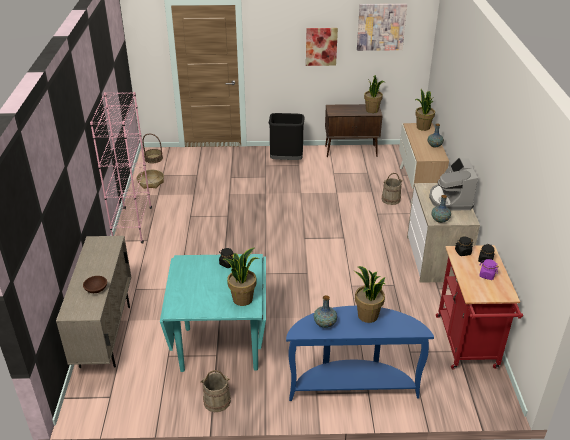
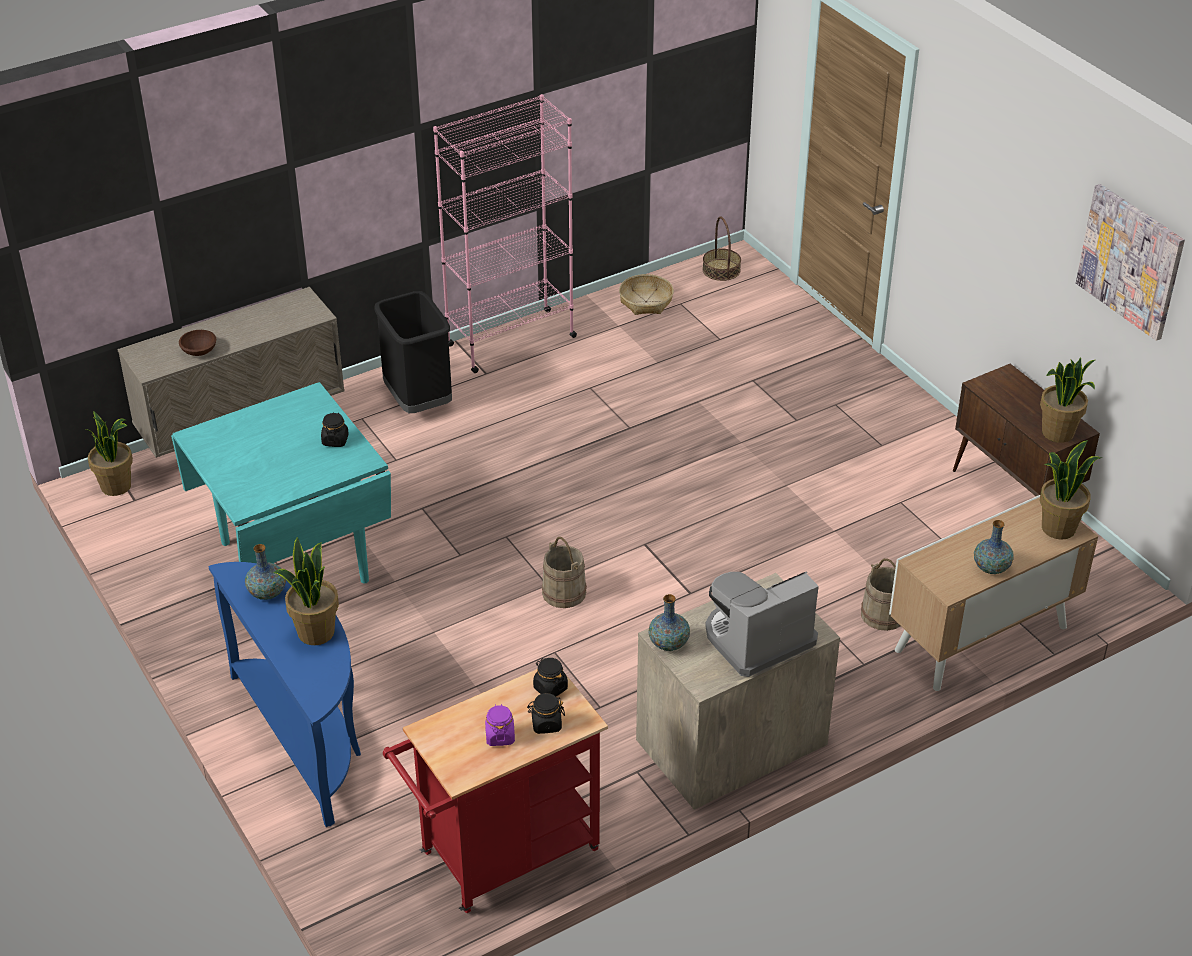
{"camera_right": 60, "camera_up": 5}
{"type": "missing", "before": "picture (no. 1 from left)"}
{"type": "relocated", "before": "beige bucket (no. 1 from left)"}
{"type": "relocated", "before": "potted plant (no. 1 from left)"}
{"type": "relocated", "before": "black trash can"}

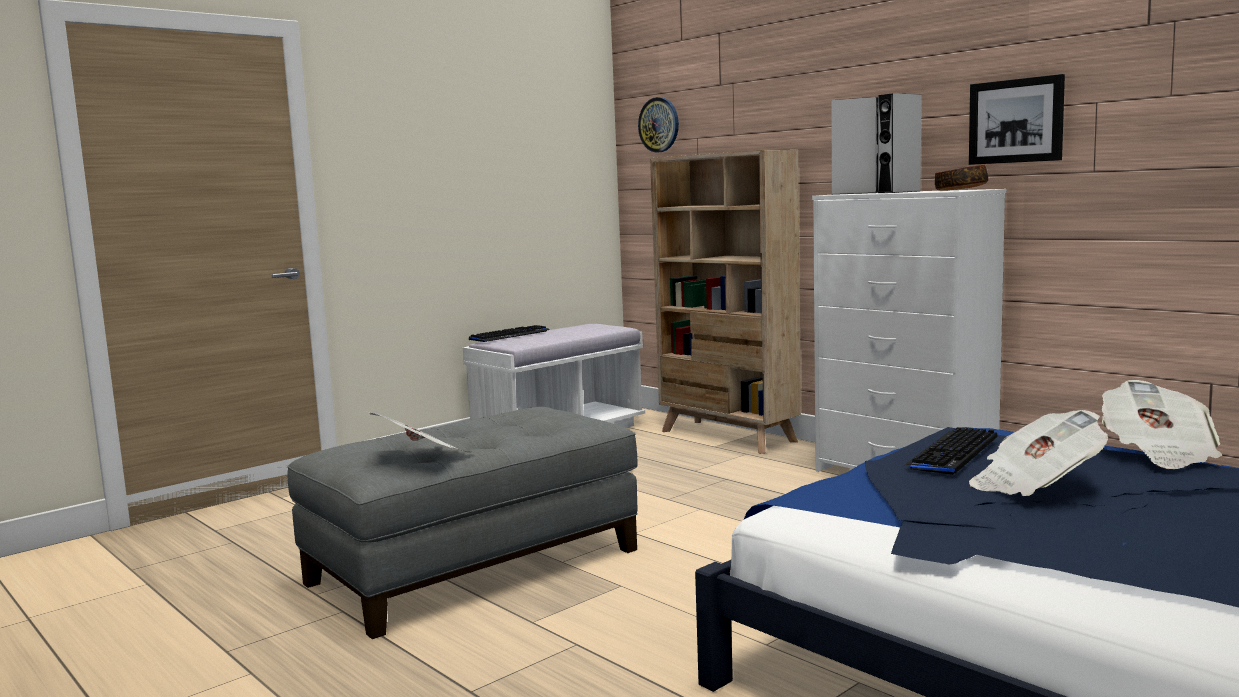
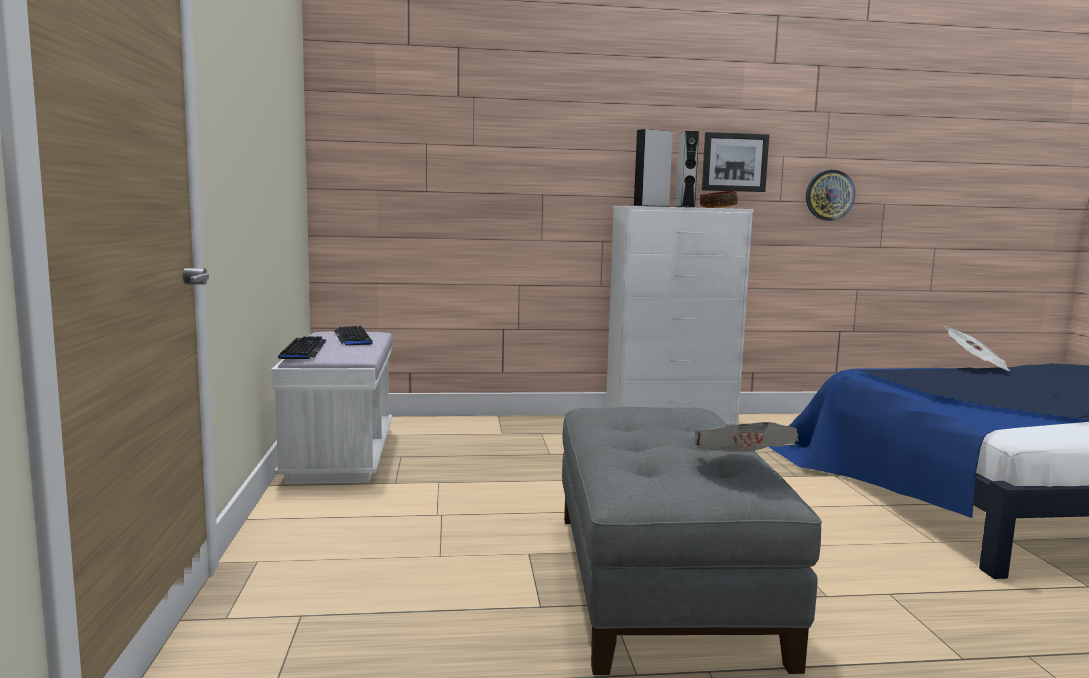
{"camera_right": -55, "camera_up": 0}
{"type": "missing", "before": "beige bookcase"}
{"type": "missing", "before": "newspaper (no. 2 from left)"}
{"type": "relocated", "before": "wall clock"}
{"type": "relocated", "before": "keyboard (no. 2 from left)"}

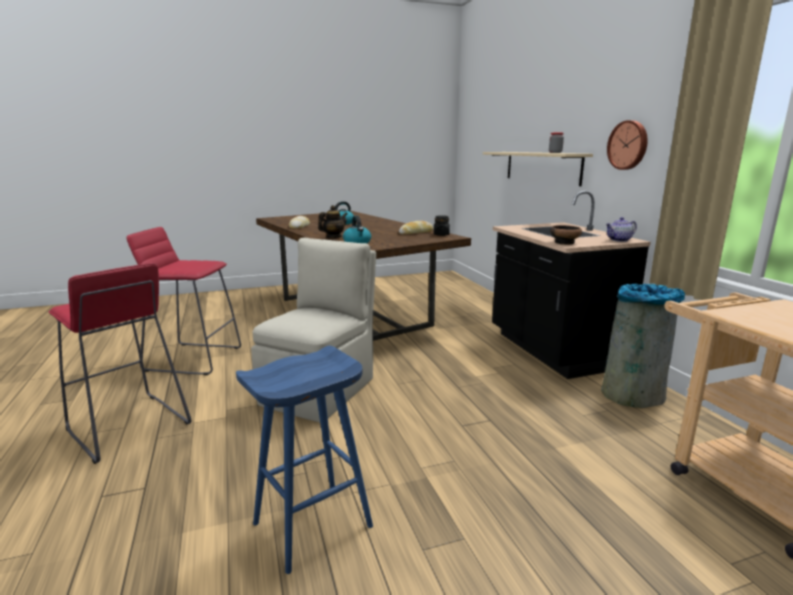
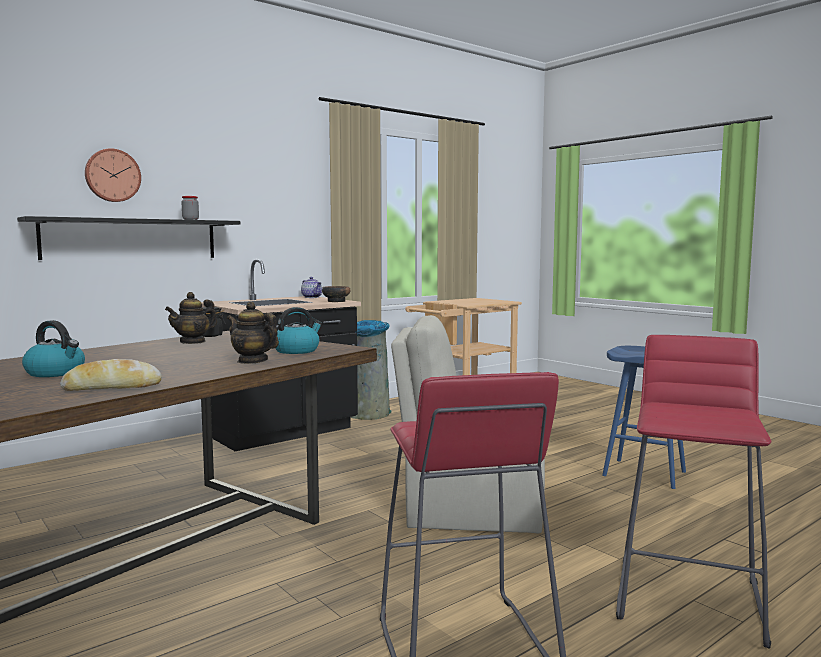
{"camera_right": -110, "camera_up": -10}
{"type": "relocated", "before": "wall clock"}
{"type": "exchanged", "before": "bread (no. 2 from left)", "after": "teapot (no. 1 from left)"}
{"type": "colour", "before": "beige shelf", "after": "black shelf"}

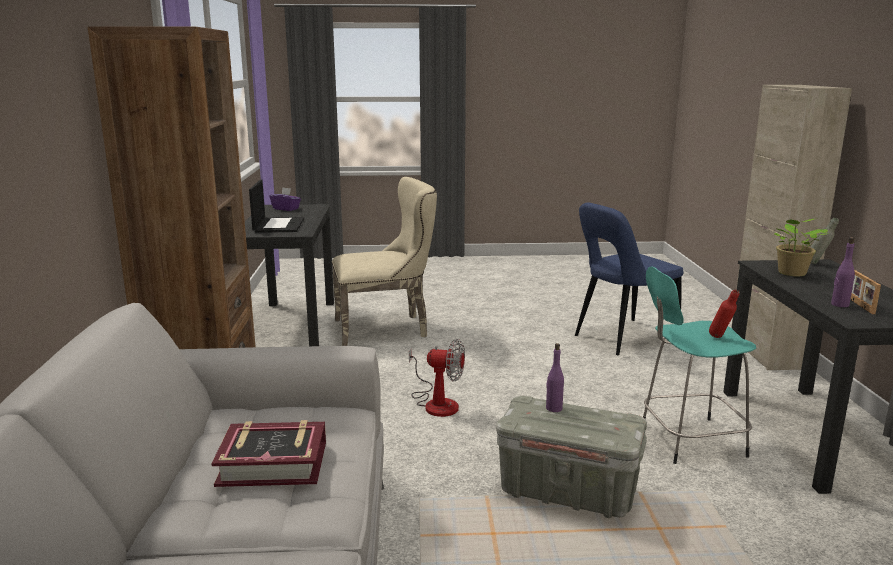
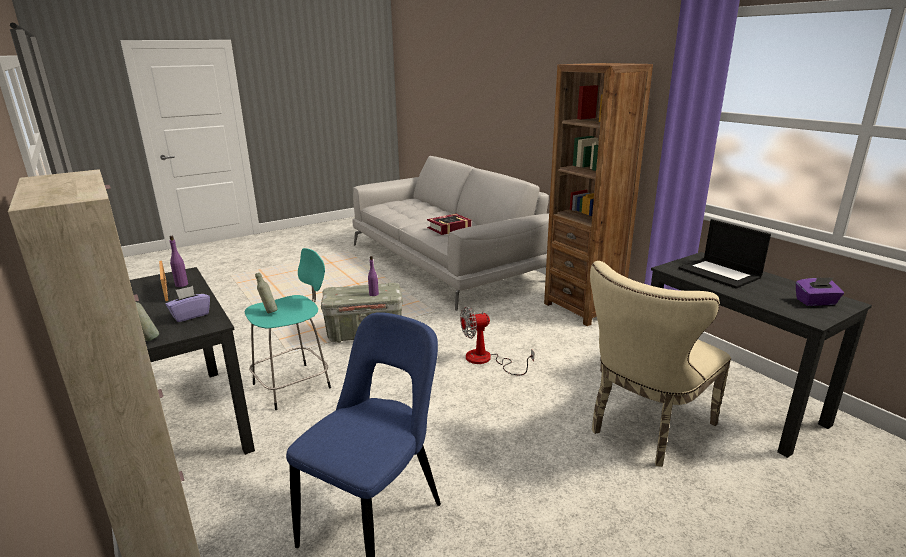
{"camera_right": 150, "camera_up": 5}
{"type": "exchanged", "before": "potted plant", "after": "purple tissue box (no. 1 from left)"}
{"type": "colour", "before": "red bottle", "after": "grey bottle (no. 2 from left)"}

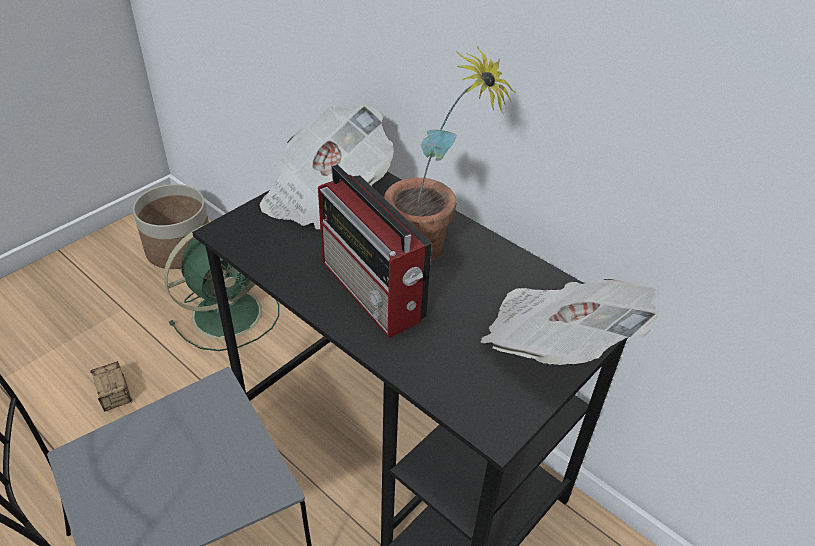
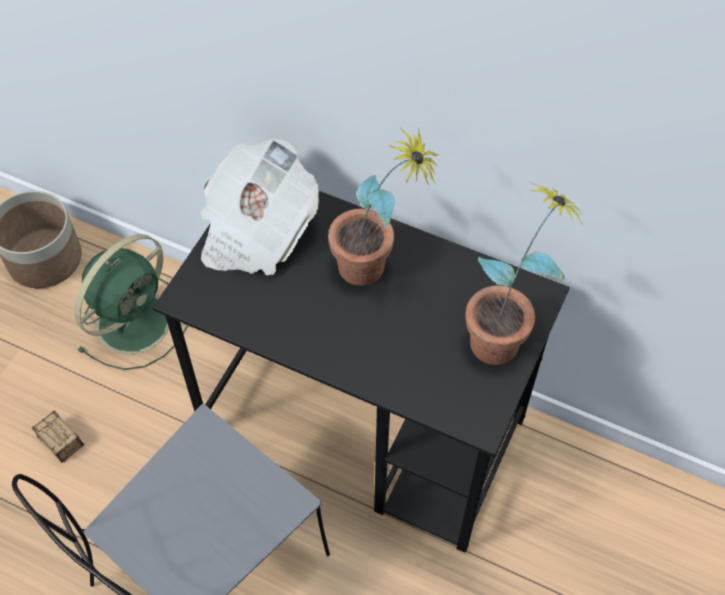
{"camera_right": -15, "camera_up": 15}
{"type": "missing", "before": "radio"}
{"type": "exchanged", "before": "newspaper (no. 2 from left)", "after": "potted plant (no. 2 from left)"}

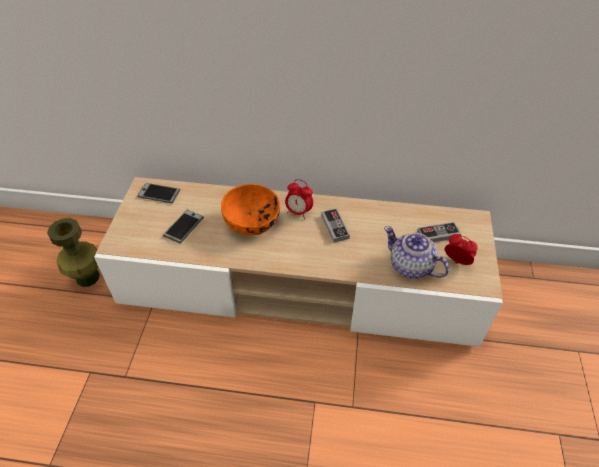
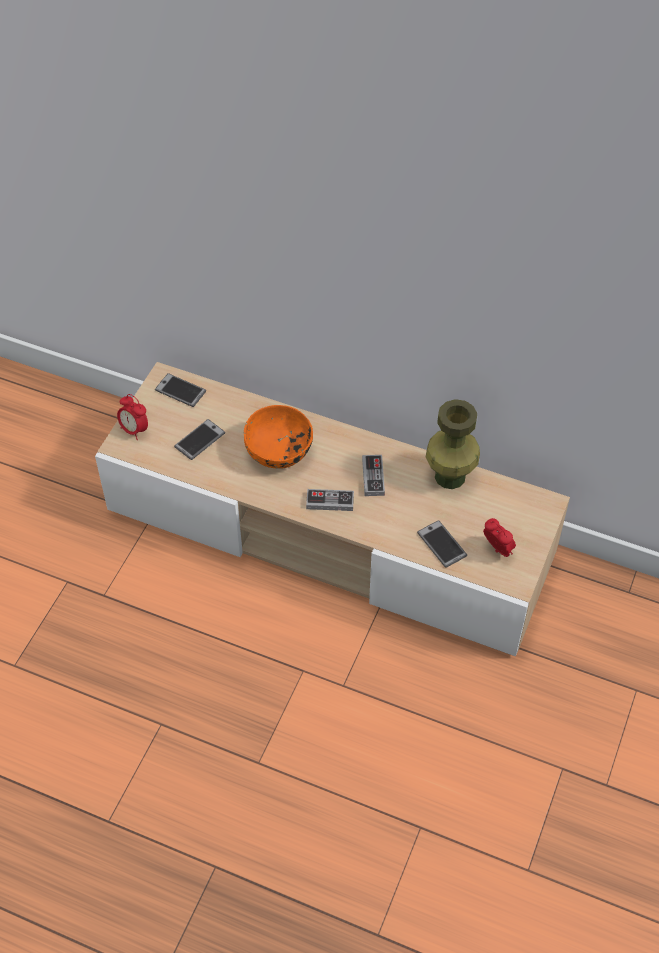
{"camera_right": 15, "camera_up": 5}
{"type": "relocated", "before": "green vase"}
{"type": "relocated", "before": "alarm clock (no. 1 from left)"}
{"type": "relocated", "before": "game controller (no. 2 from left in the first image)", "after": "game controller (no. 1 from left)"}
{"type": "exchanged", "before": "teapot", "after": "phone (no. 3 from left)"}

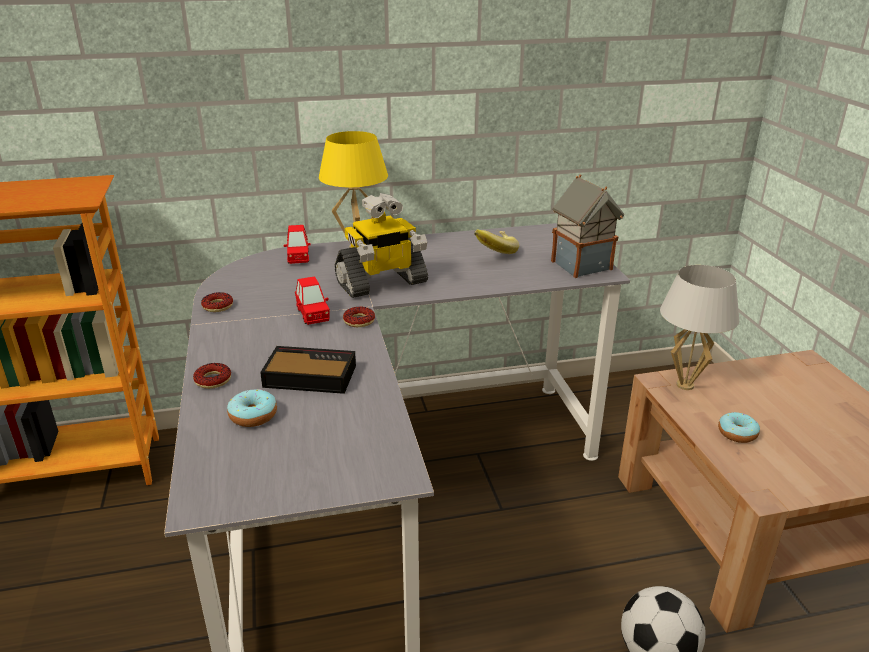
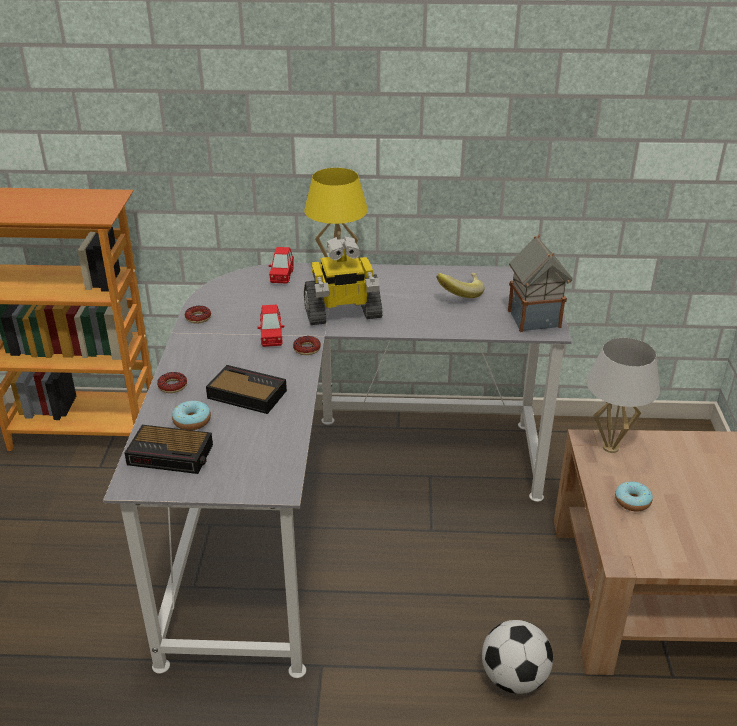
{"camera_right": 15, "camera_up": 5}
{"type": "appeared", "after": "alarm clock (no. 1 from left)"}

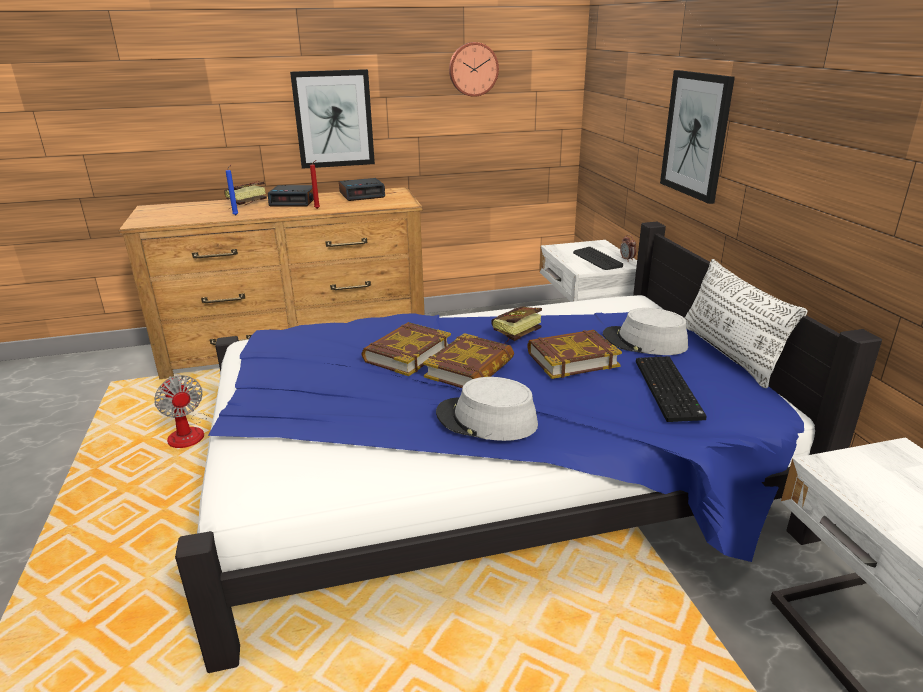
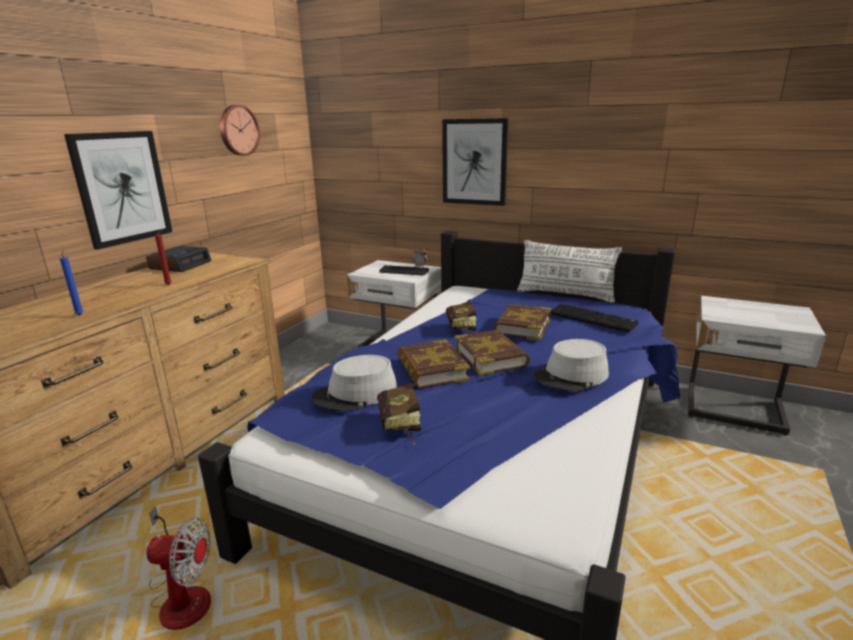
{"camera_right": -50, "camera_up": -5}
{"type": "missing", "before": "alarm clock (no. 1 from left)"}
{"type": "relocated", "before": "book (no. 1 from left)"}
{"type": "relocated", "before": "grey hat (no. 2 from left in the first image)", "after": "grey hat (no. 1 from left)"}

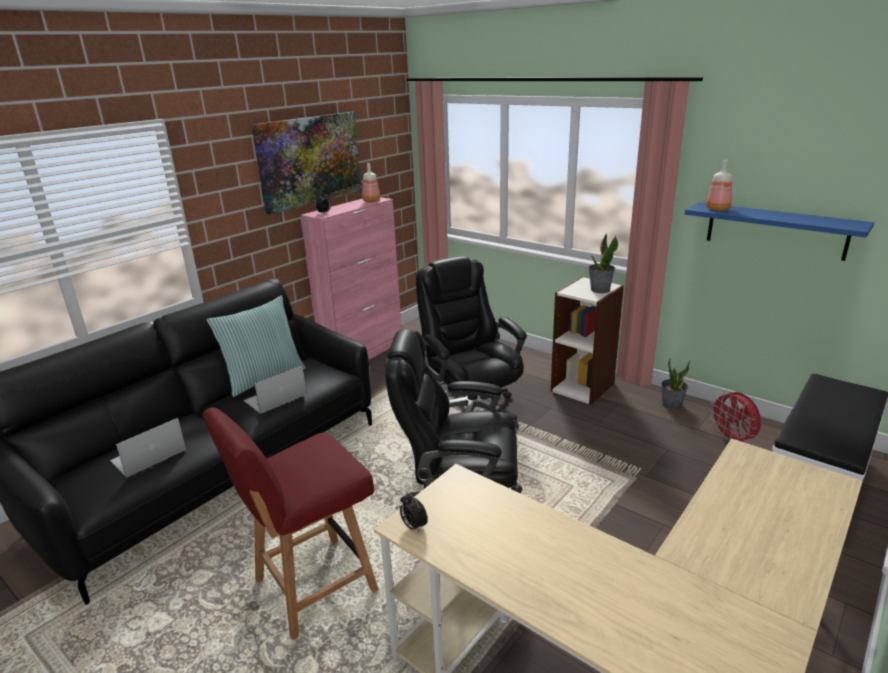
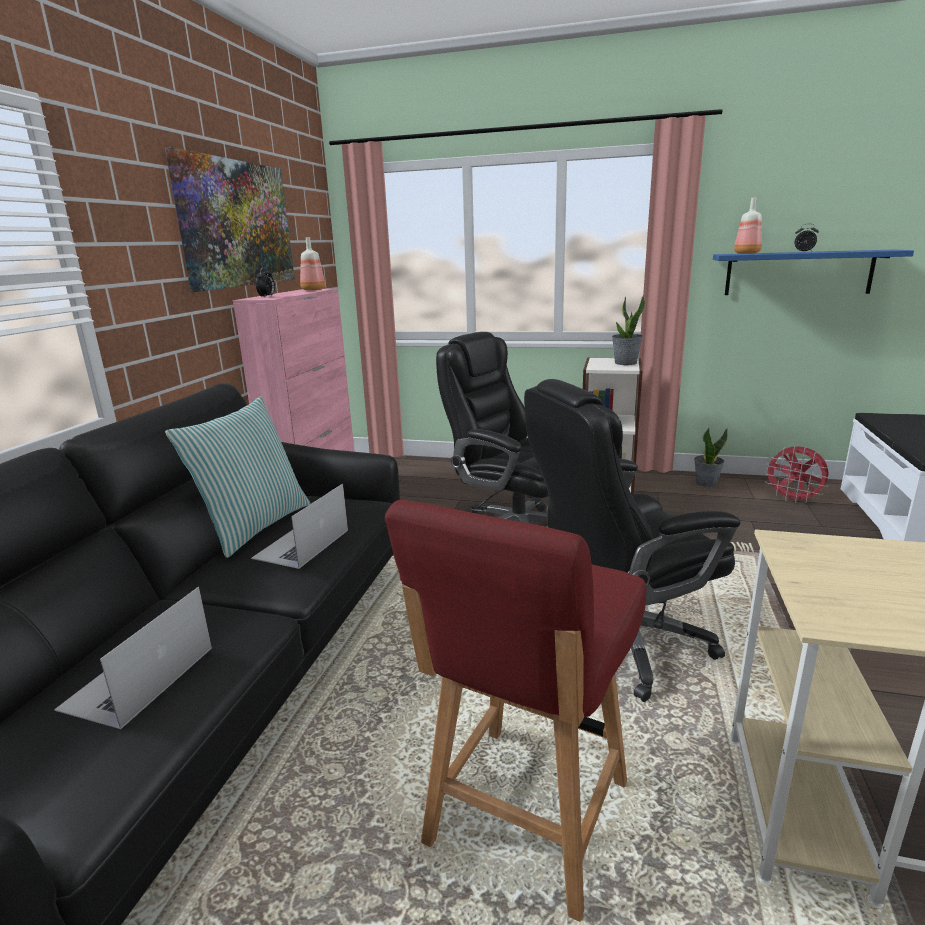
{"camera_right": -25, "camera_up": -5}
{"type": "relocated", "before": "alarm clock (no. 2 from left)"}

